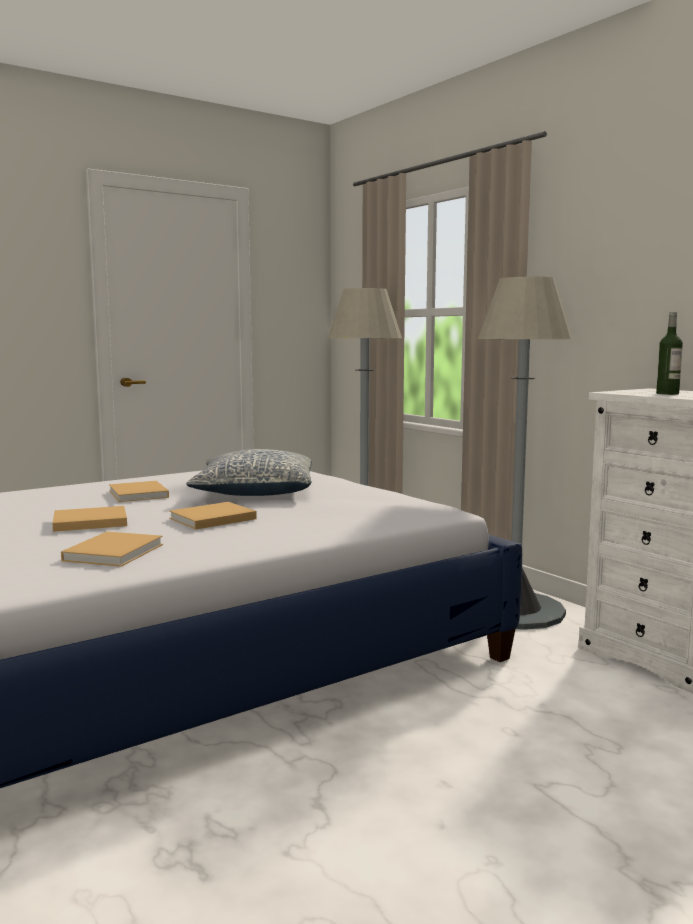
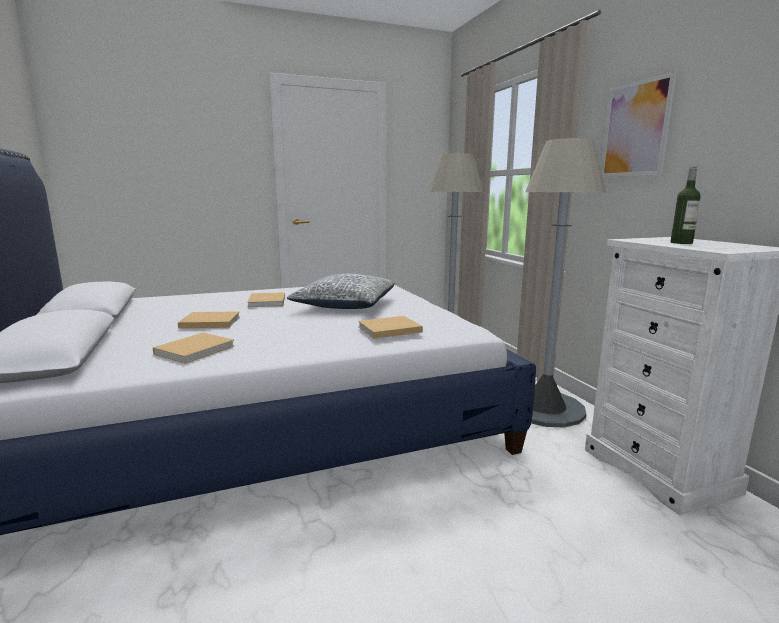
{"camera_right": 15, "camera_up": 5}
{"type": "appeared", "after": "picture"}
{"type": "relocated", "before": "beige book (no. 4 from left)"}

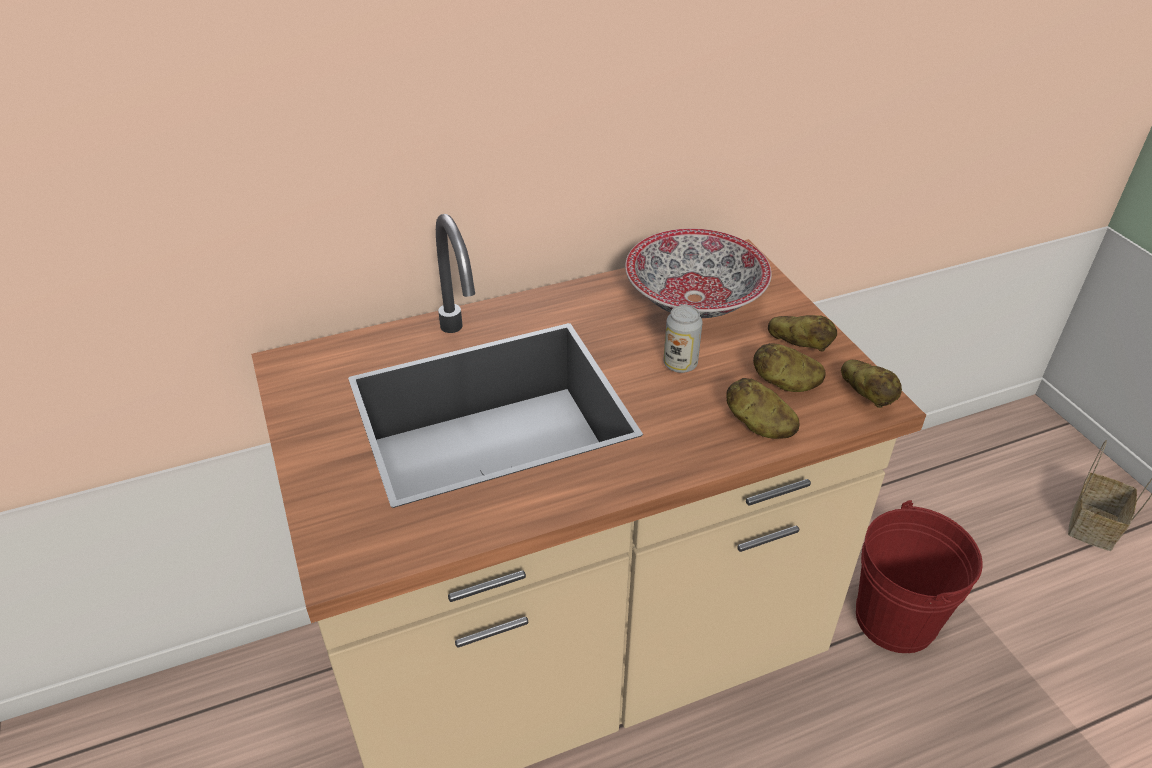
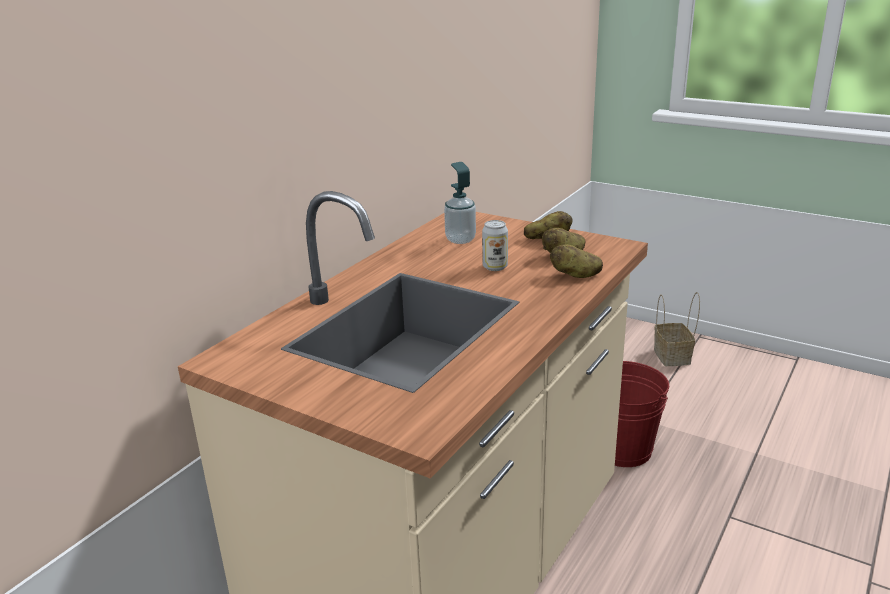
{"camera_right": -35, "camera_up": -15}
{"type": "missing", "before": "potato (no. 4 from left)"}
{"type": "exchanged", "before": "bowl", "after": "soap dispenser"}

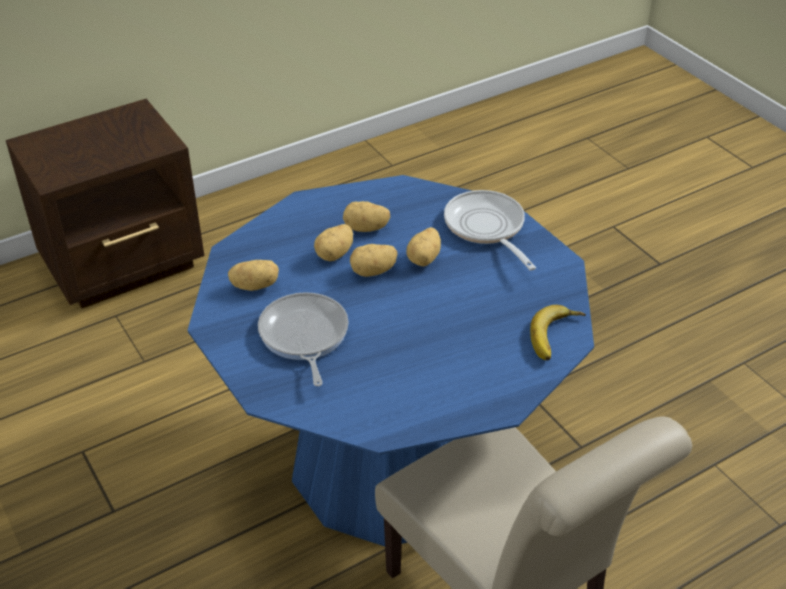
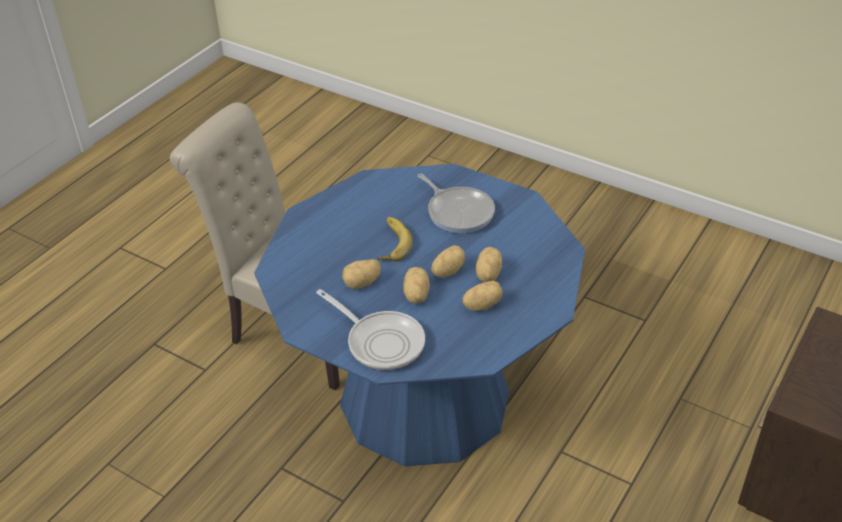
{"camera_right": 155, "camera_up": 0}
{"type": "relocated", "before": "potato (no. 1 from left)"}
{"type": "relocated", "before": "banana"}

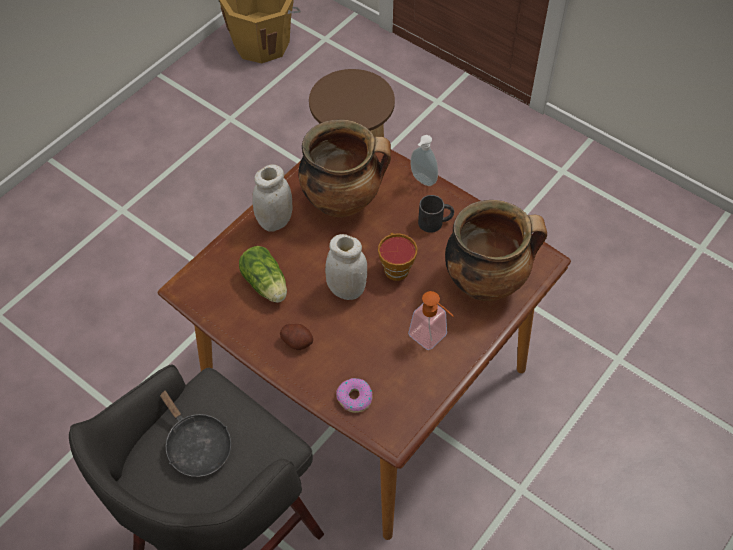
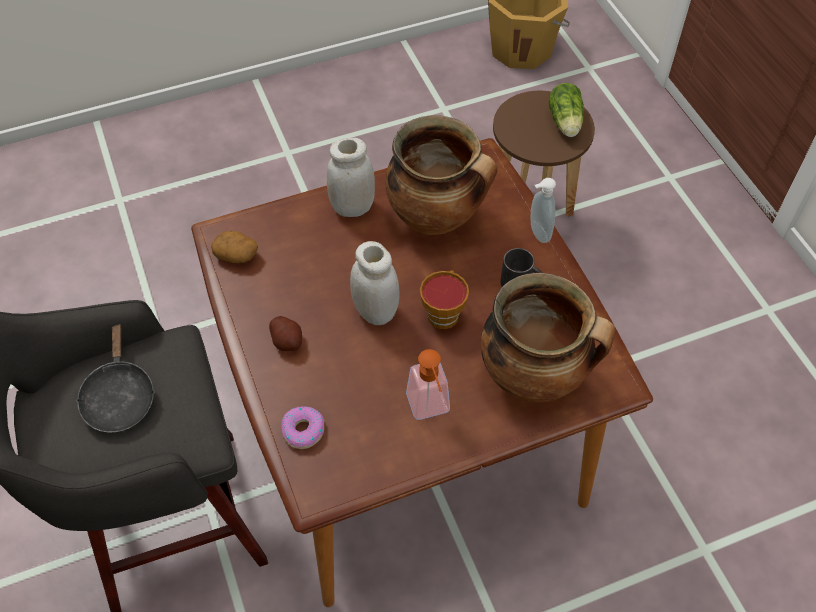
{"camera_right": 30, "camera_up": 0}
{"type": "appeared", "after": "potato (no. 1 from left)"}
{"type": "relocated", "before": "lettuce"}

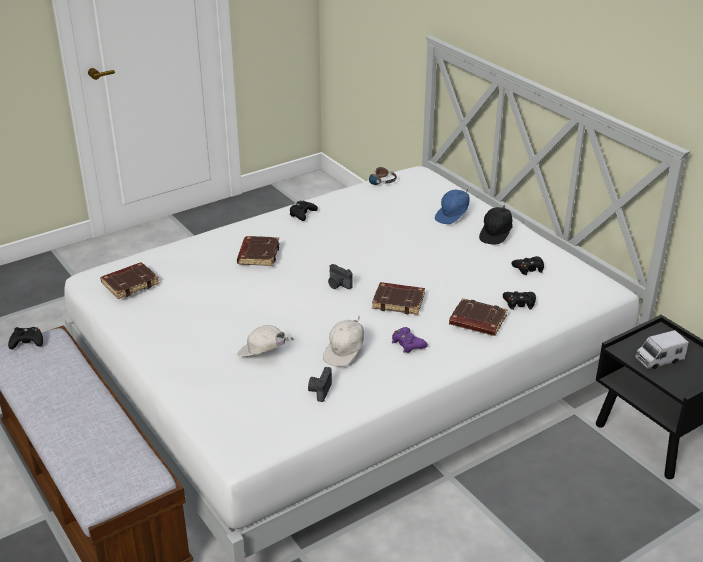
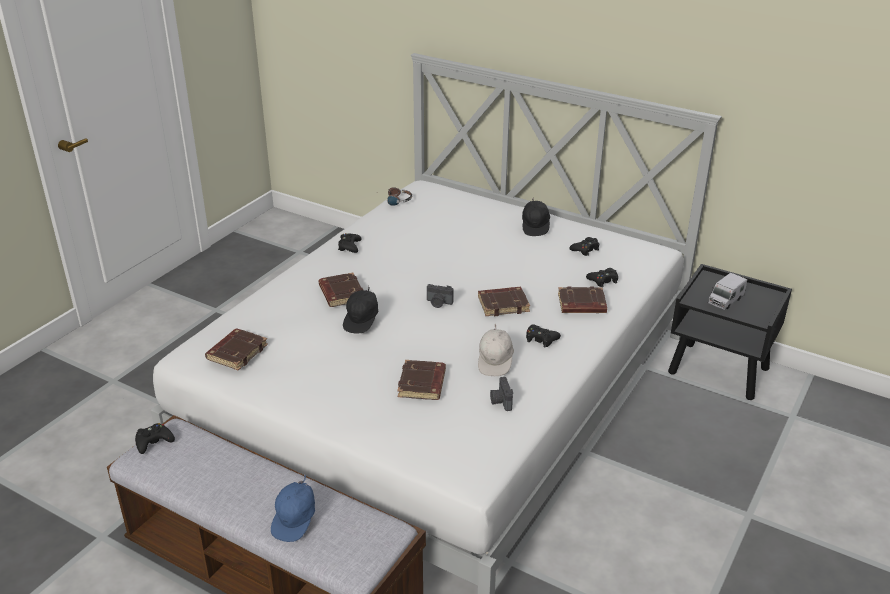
{"camera_right": -25, "camera_up": 0}
{"type": "appeared", "after": "black cap (no. 1 from left)"}
{"type": "relocated", "before": "blue cap"}
{"type": "exchanged", "before": "white cap (no. 1 from left)", "after": "brown book (no. 3 from left)"}
{"type": "colour", "before": "purple game controller", "after": "black game controller (no. 3 from left)"}

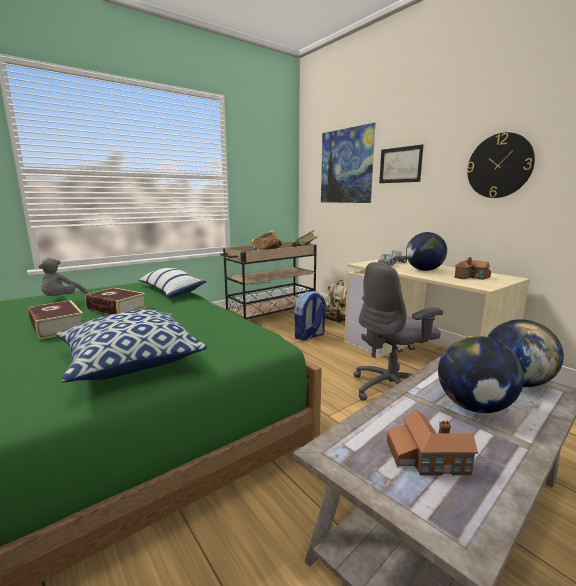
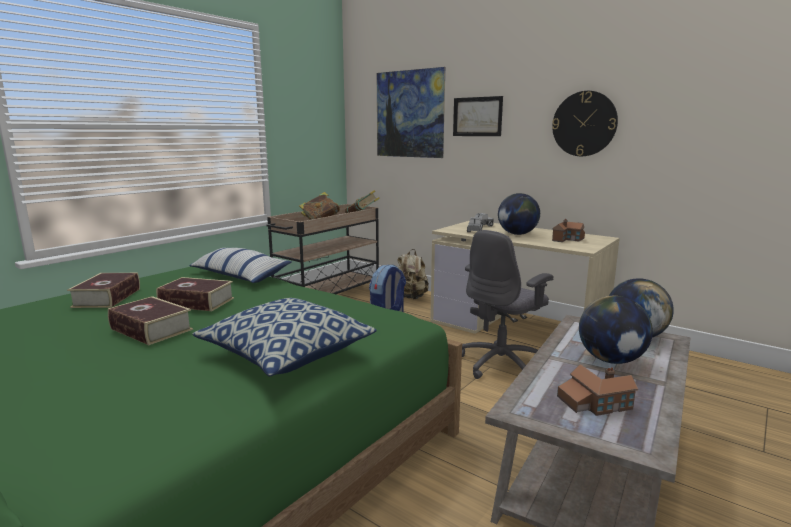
{"camera_right": -15, "camera_up": 0}
{"type": "exchanged", "before": "grey plush toy", "after": "book (no. 1 from left)"}

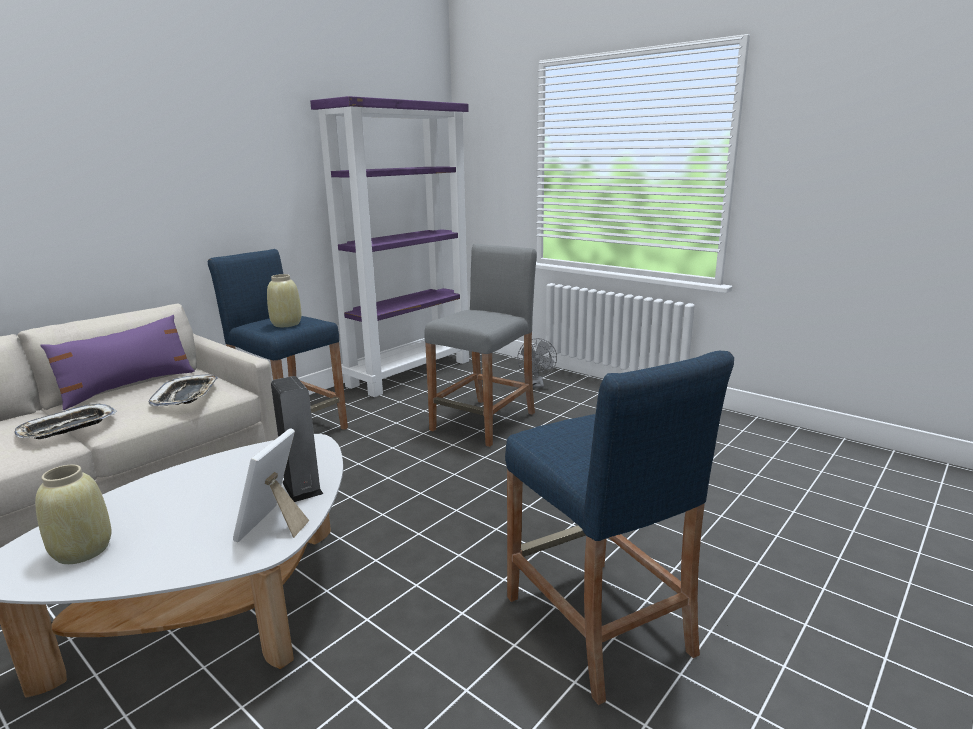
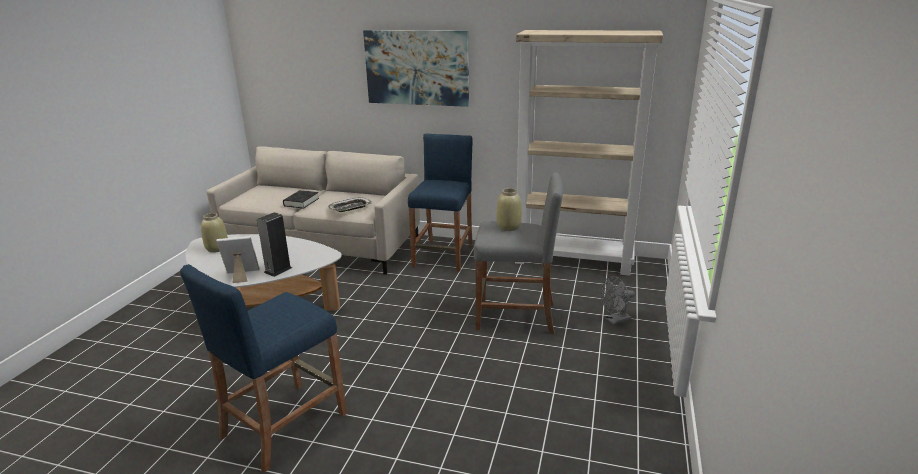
{"camera_right": 65, "camera_up": 5}
{"type": "missing", "before": "purple pillow"}
{"type": "appeared", "after": "picture"}
{"type": "relocated", "before": "beige vase (no. 2 from left)"}
{"type": "exchanged", "before": "tray (no. 1 from left)", "after": "black book"}
{"type": "colour", "before": "purple bookcase", "after": "beige bookcase"}

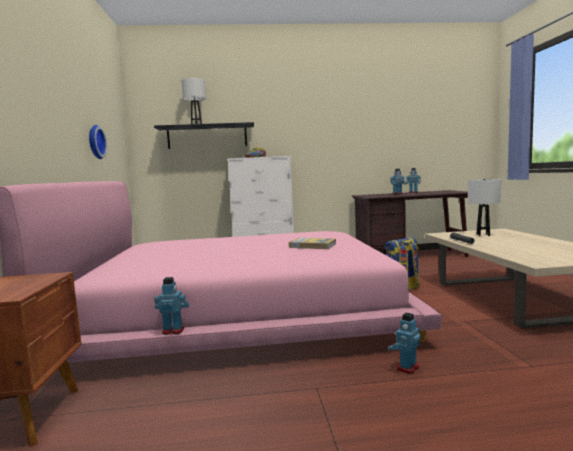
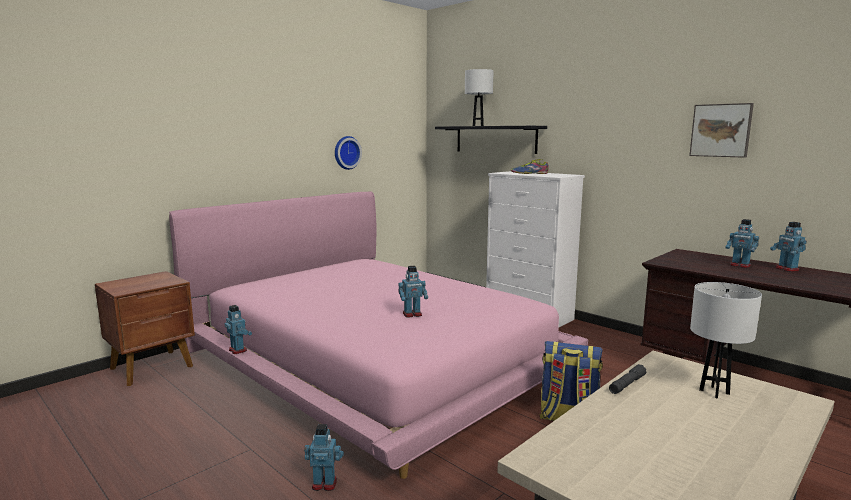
{"camera_right": 50, "camera_up": 5}
{"type": "appeared", "after": "picture"}
{"type": "exchanged", "before": "book", "after": "toy robot (no. 3 from left)"}

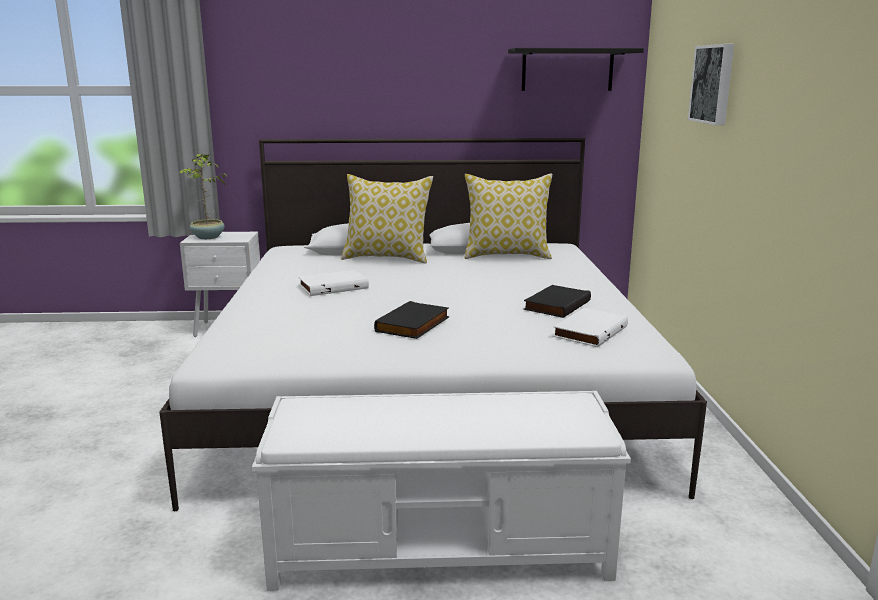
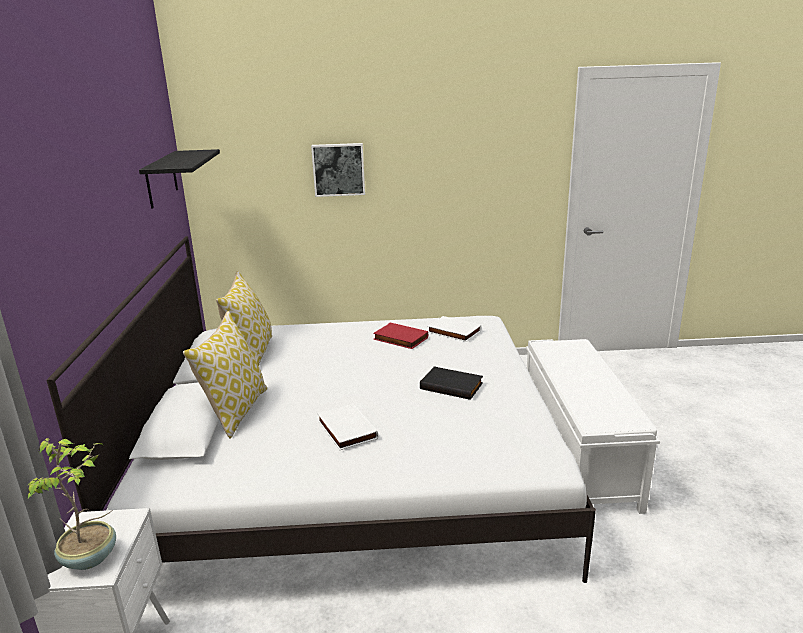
{"camera_right": -90, "camera_up": 5}
{"type": "colour", "before": "black book (no. 2 from left)", "after": "red book"}

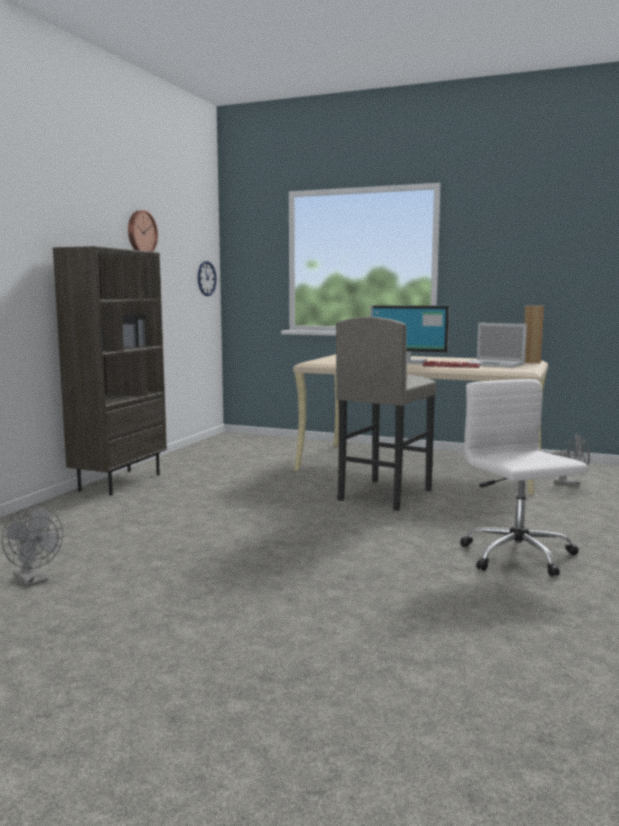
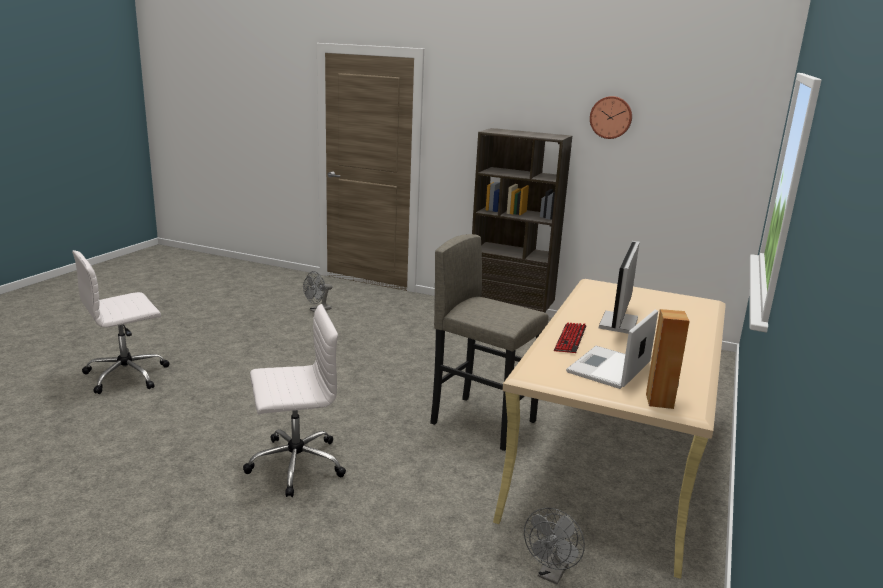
{"camera_right": 90, "camera_up": 10}
{"type": "missing", "before": "wall clock (no. 2 from left)"}
{"type": "appeared", "after": "white office chair (no. 1 from left)"}

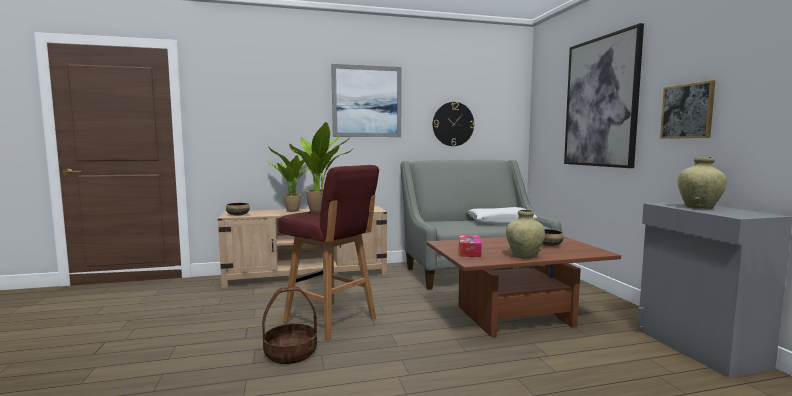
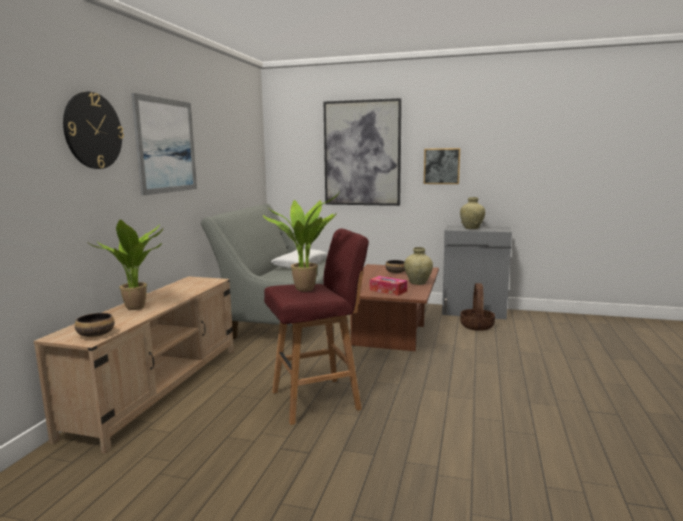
{"camera_right": -60, "camera_up": 5}
{"type": "relocated", "before": "basket"}
{"type": "relocated", "before": "wall clock"}

